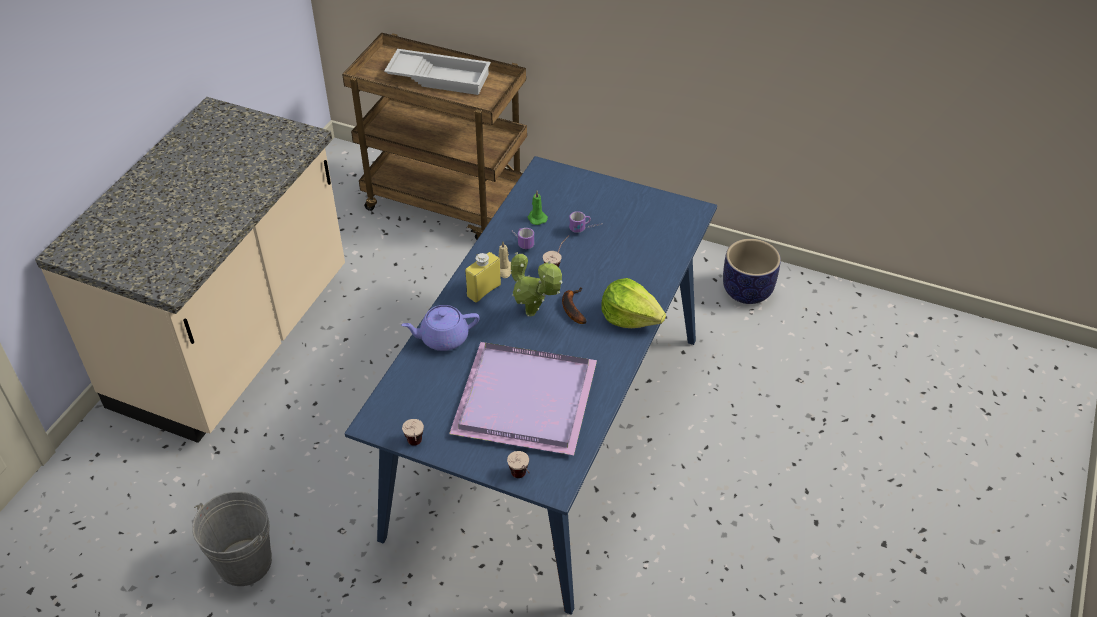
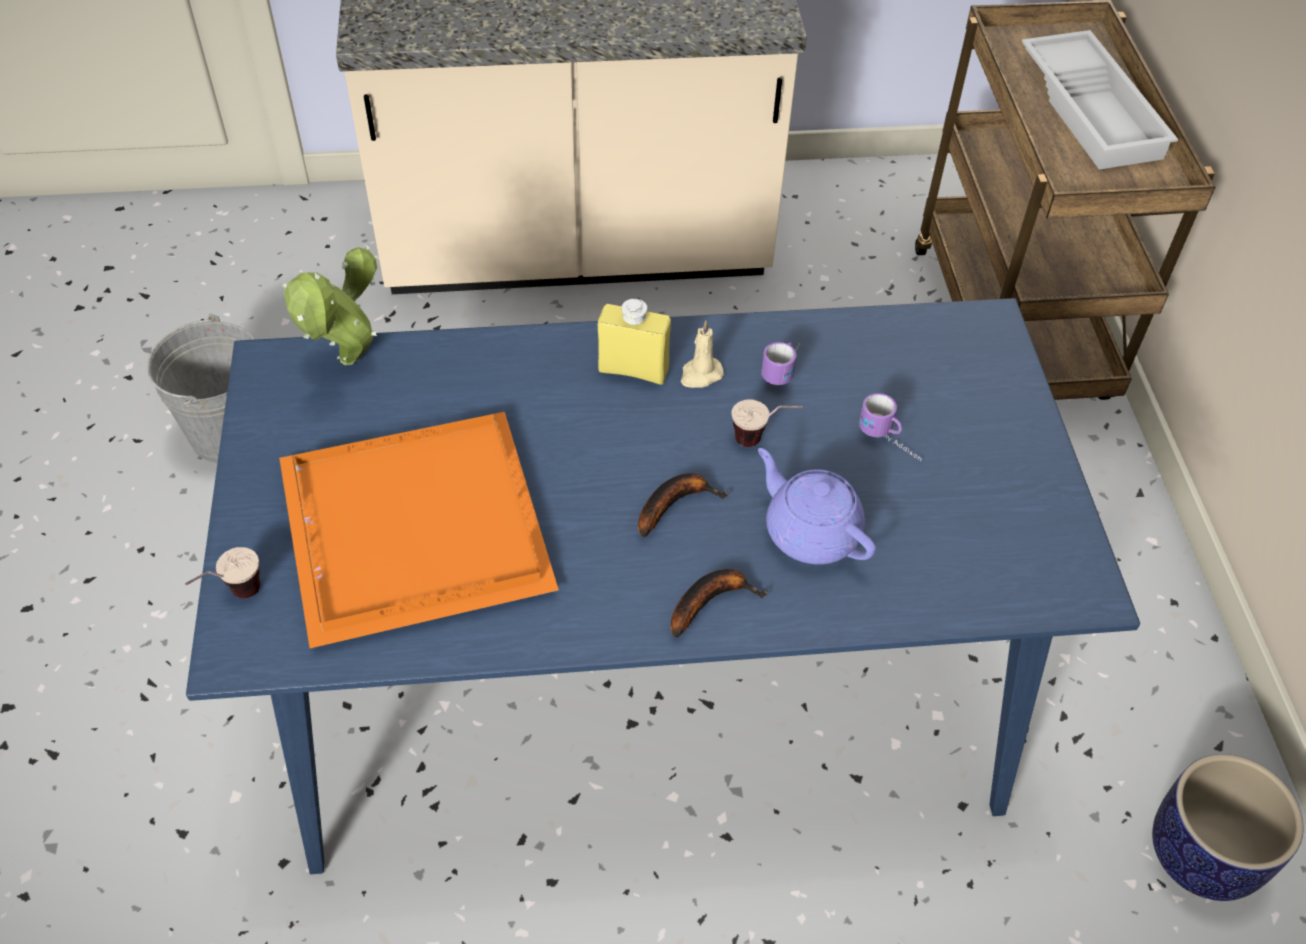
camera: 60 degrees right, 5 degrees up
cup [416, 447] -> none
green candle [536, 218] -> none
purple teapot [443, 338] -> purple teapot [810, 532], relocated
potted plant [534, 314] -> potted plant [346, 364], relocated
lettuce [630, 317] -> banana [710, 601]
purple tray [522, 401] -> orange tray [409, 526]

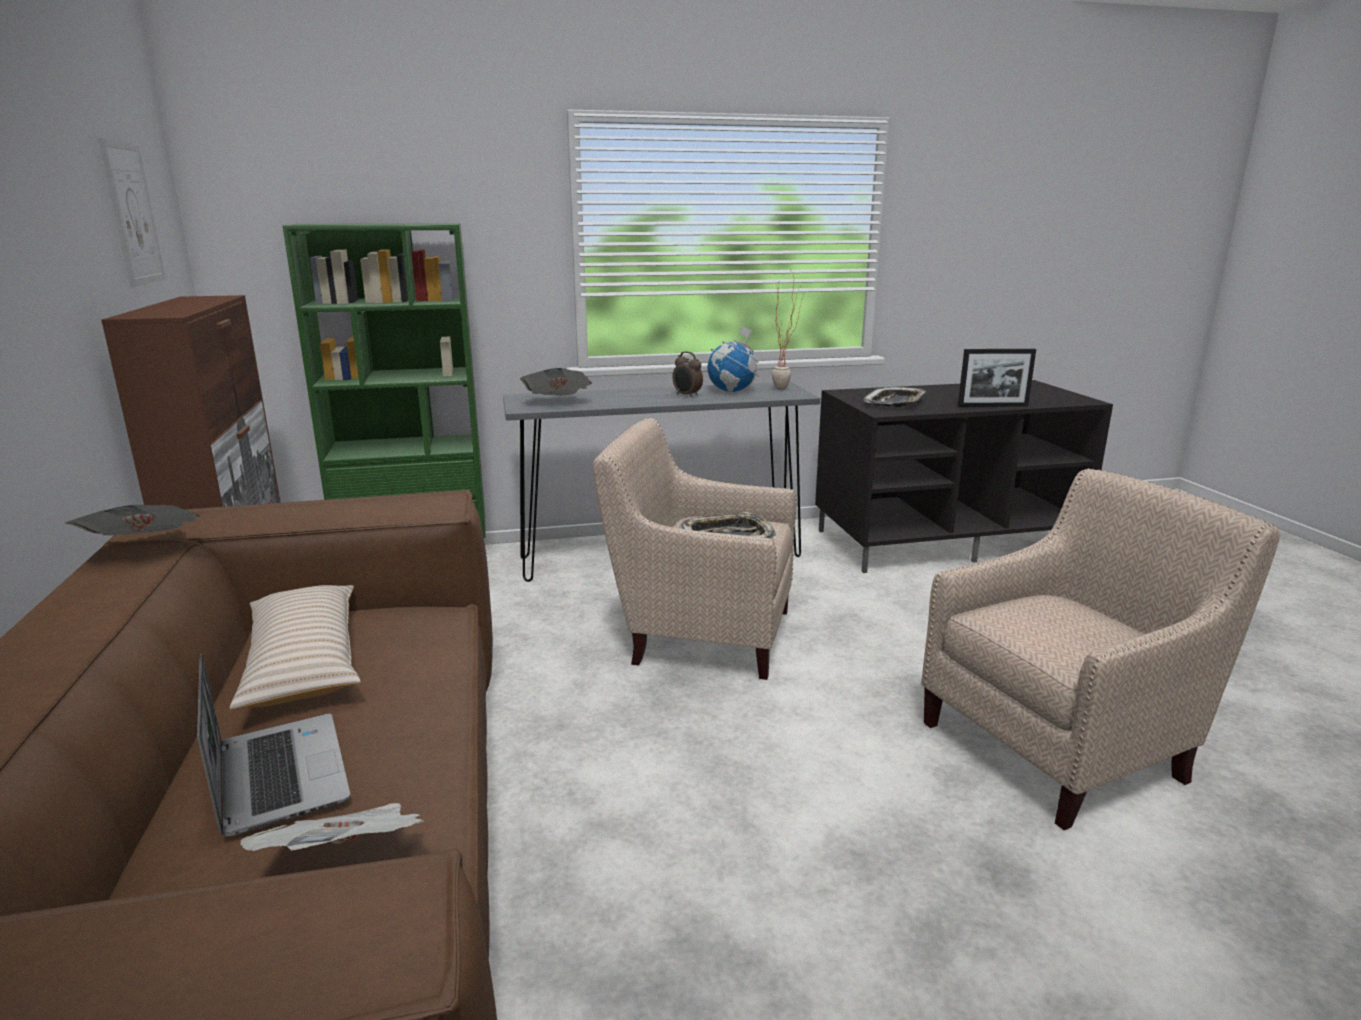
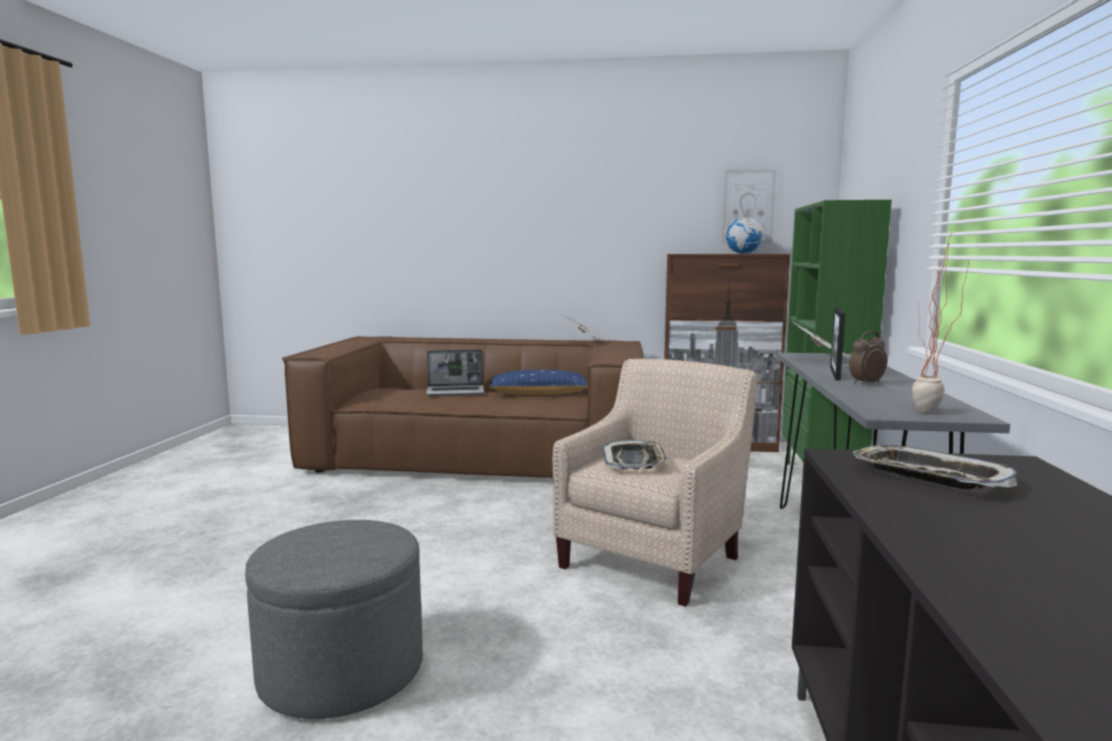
camera: 110 degrees right, 10 degrees down
newspaper [348, 861] -> none
globe [732, 391] -> globe [743, 253], relocated
picture frame [992, 406] -> picture frame [835, 373], relocated
beige armchair [1062, 746] -> grey ottoman [341, 671]
beige pillow [304, 662] -> blue pillow [539, 393]

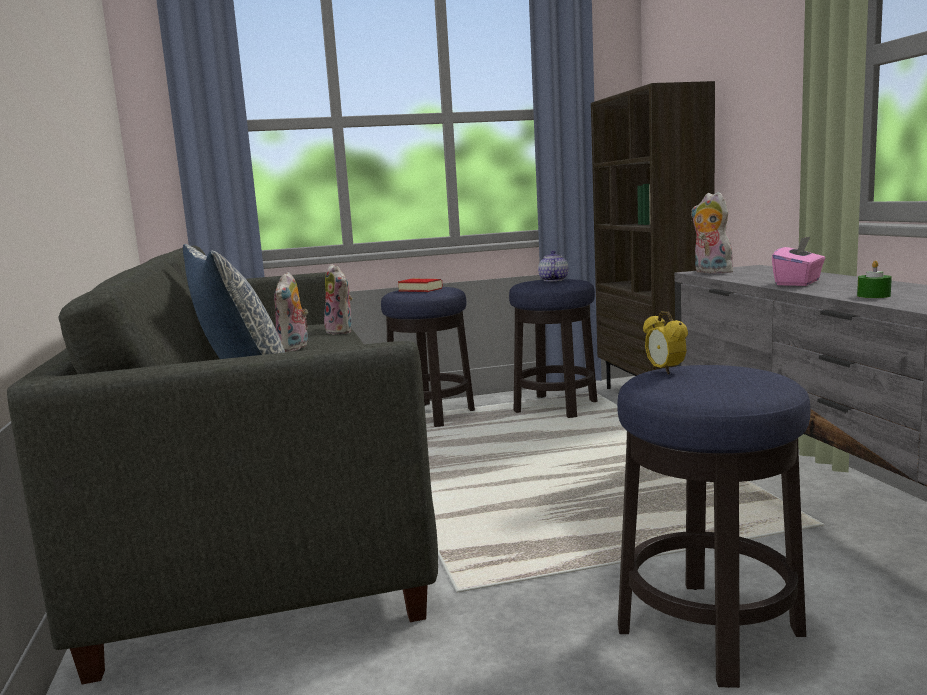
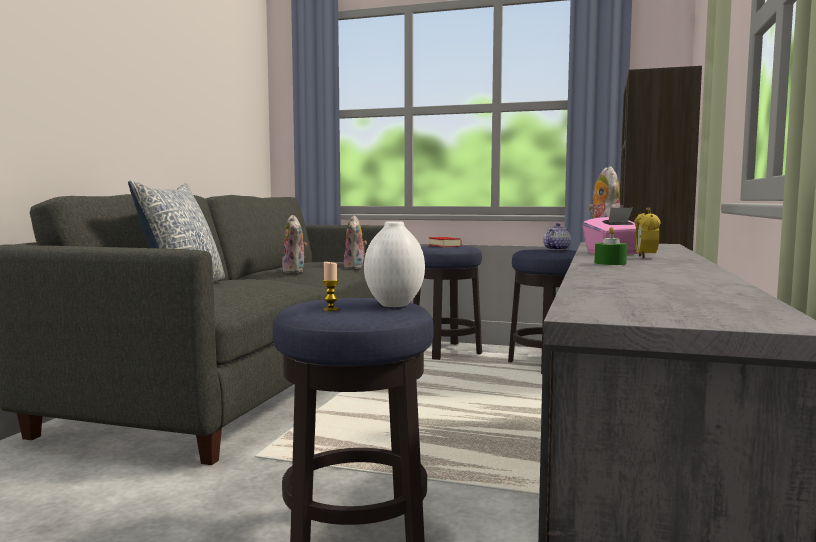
camera: 30 degrees right, 5 degrees down
none -> candle [331, 309]
none -> white vase [394, 305]
alarm clock [665, 371] -> alarm clock [645, 257], relocated
plush toy [294, 348] -> plush toy [295, 271], 60 degrees counterclockwise

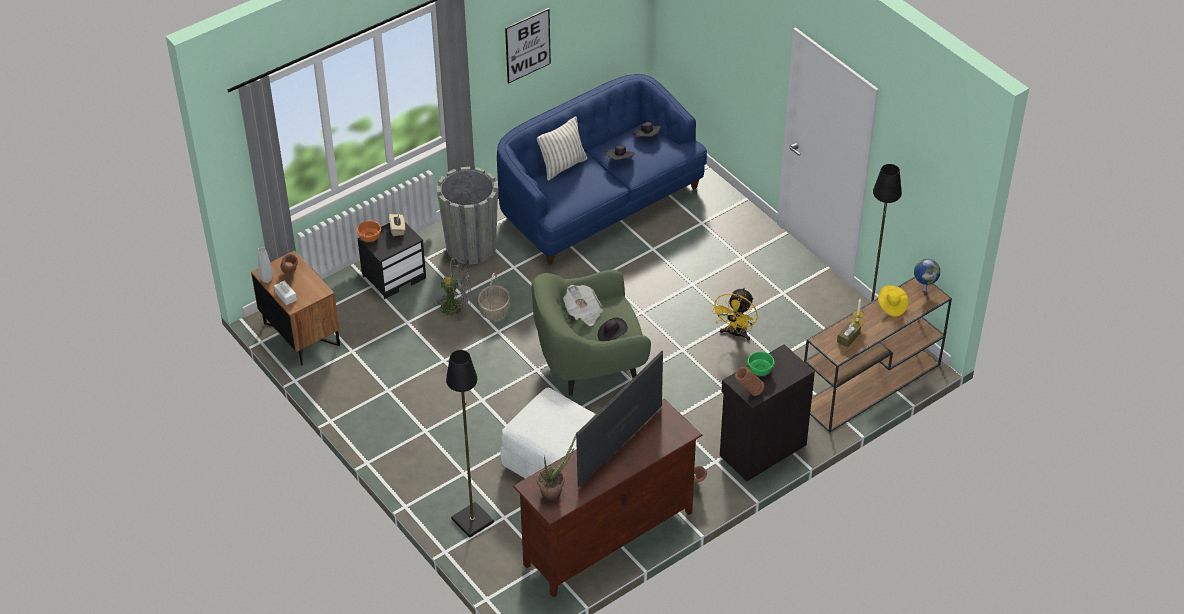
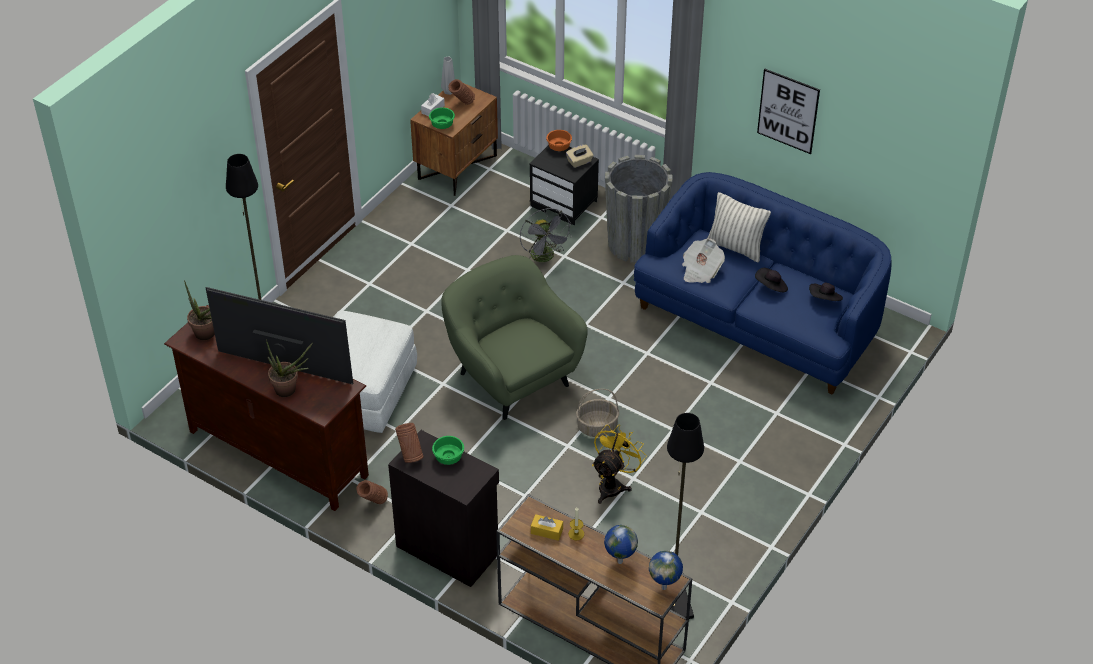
camera: 70 degrees right, 0 degrees up
black hat [611, 335] -> none
none -> potted plant [290, 390]
none -> green bowl [443, 124]
basket [494, 311] -> basket [597, 427], relocated
newspaper [583, 312] -> newspaper [700, 270], relocated
yellow hat [891, 306] -> globe [619, 561]
brown tissue box [848, 338] -> yellow tissue box [547, 531]
yellow fan [735, 334] -> yellow fan [613, 484], 120 degrees clockwise

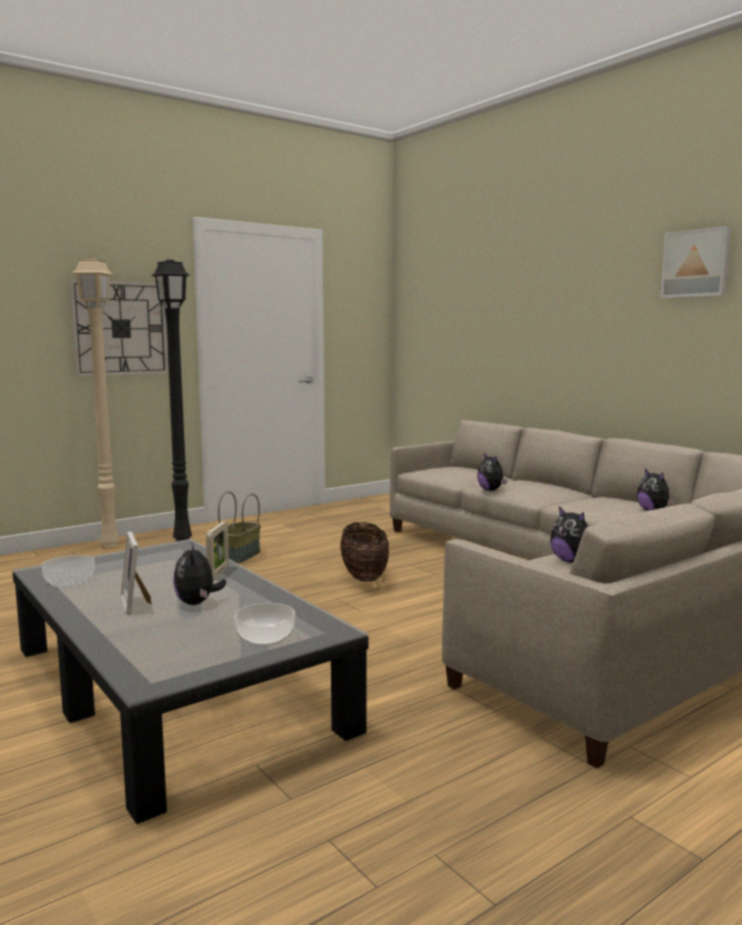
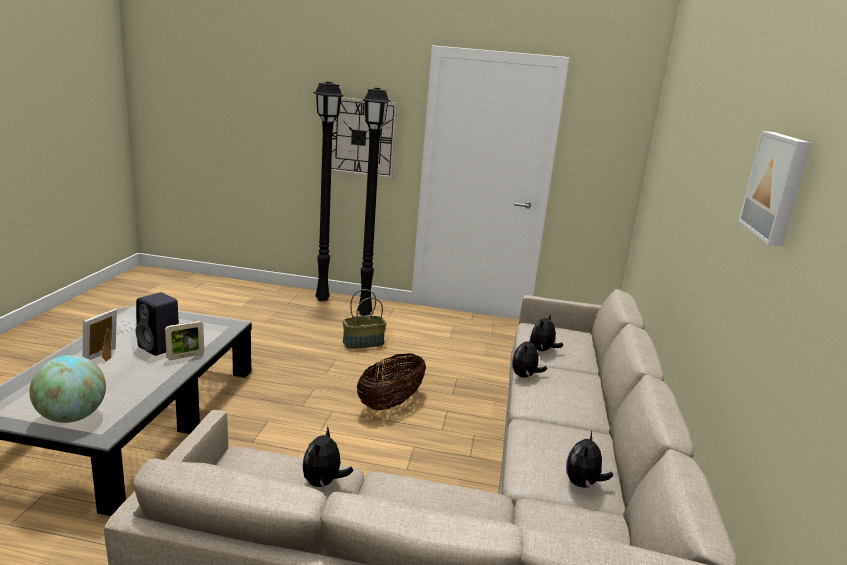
camera: 45 degrees right, 10 degrees up
none -> black speaker [160, 347]
plush toy [197, 603] -> plush toy [542, 350], relocated
bowl [266, 637] -> globe [72, 417]
beige floor lamp [110, 545] -> black floor lamp [322, 299]

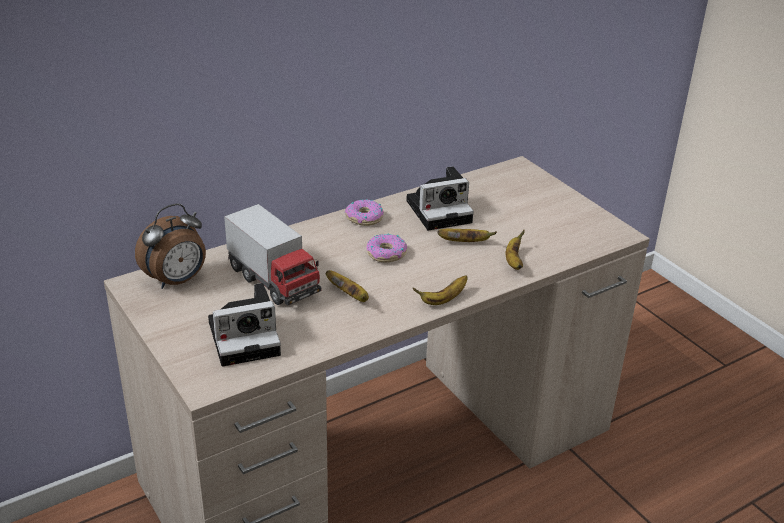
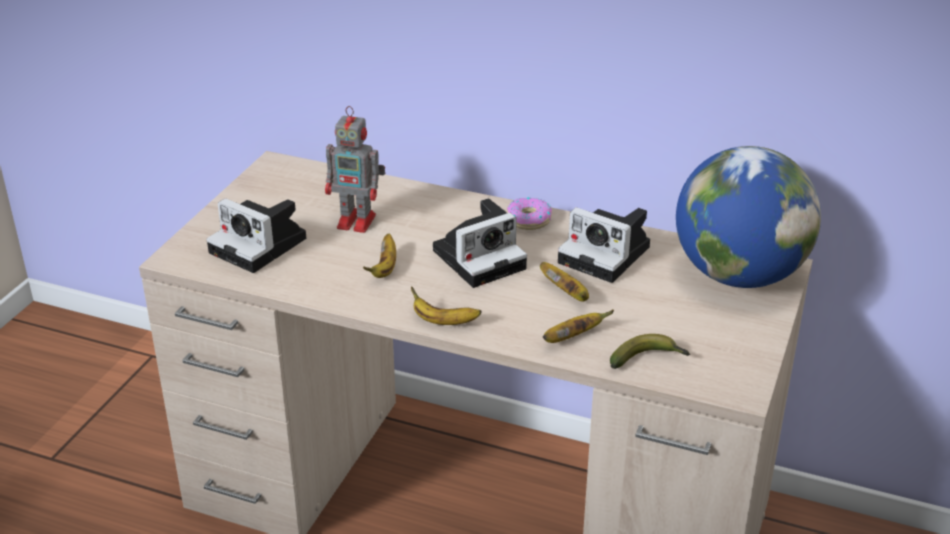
camera: 55 degrees right, 0 degrees up
alarm clock [177, 281] -> none
none -> banana [648, 359]
none -> globe [738, 275]
toy truck [273, 281] -> toy robot [358, 222]
donut [386, 254] -> photo camera [481, 258]

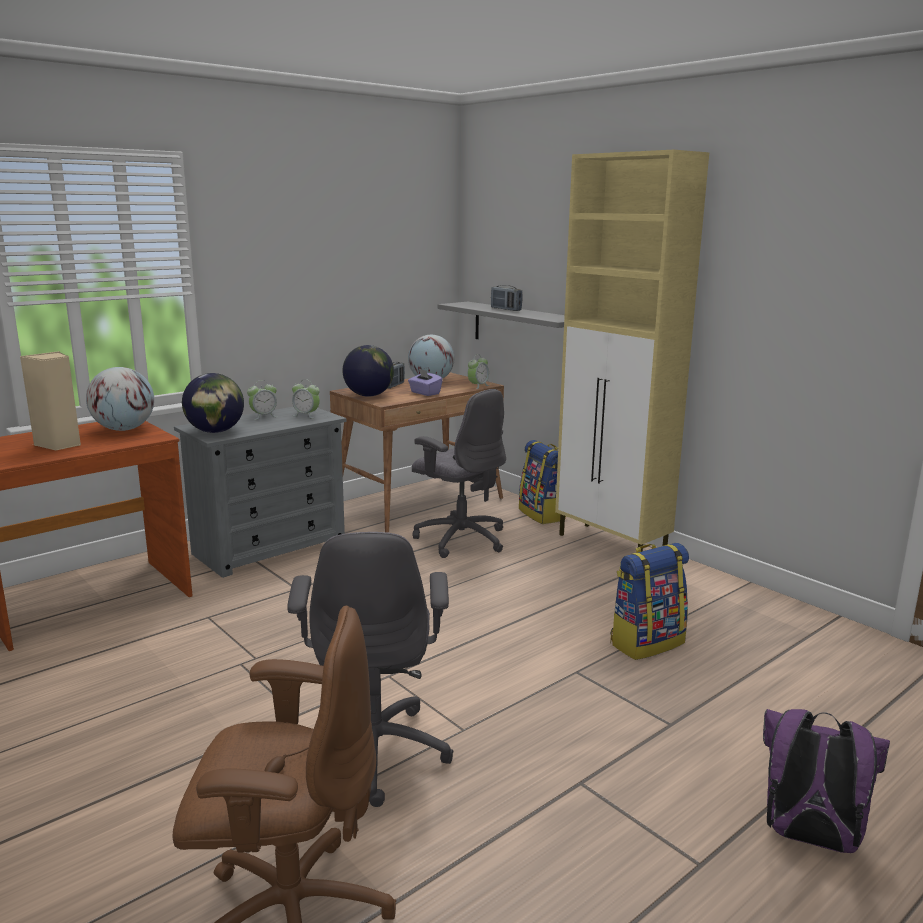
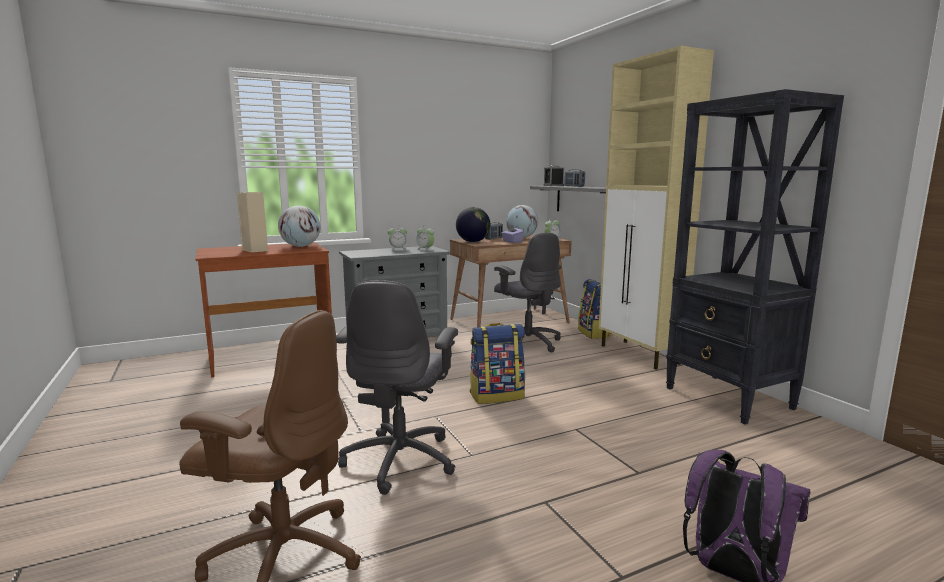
camera: 15 degrees right, 5 degrees down
globe [215, 431] -> none
none -> alarm clock [553, 185]
none -> black bookcase [729, 398]
backpack [646, 642] -> backpack [497, 395], relocated

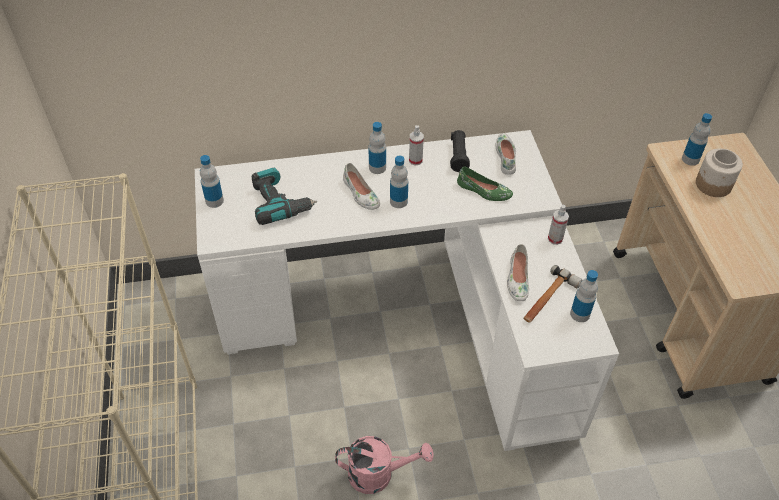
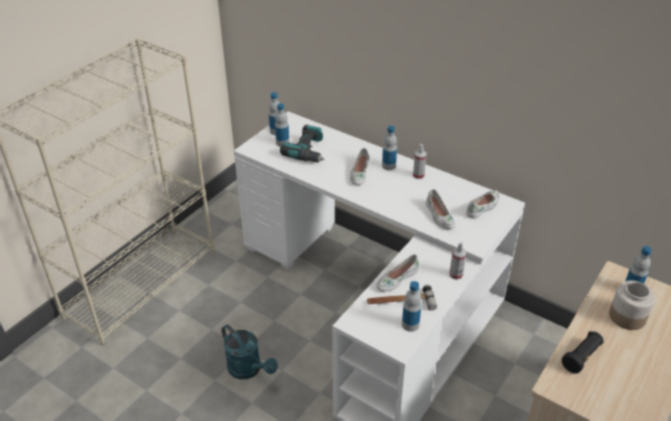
camera: 45 degrees right, 10 degrees down
bottle [398, 201] -> bottle [282, 143], relocated
black flashlight [458, 156] -> black flashlight [581, 357], relocated
pink watering can [379, 474] -> turquoise watering can [248, 369]
green shoe [483, 191] -> white shoe [439, 216]

